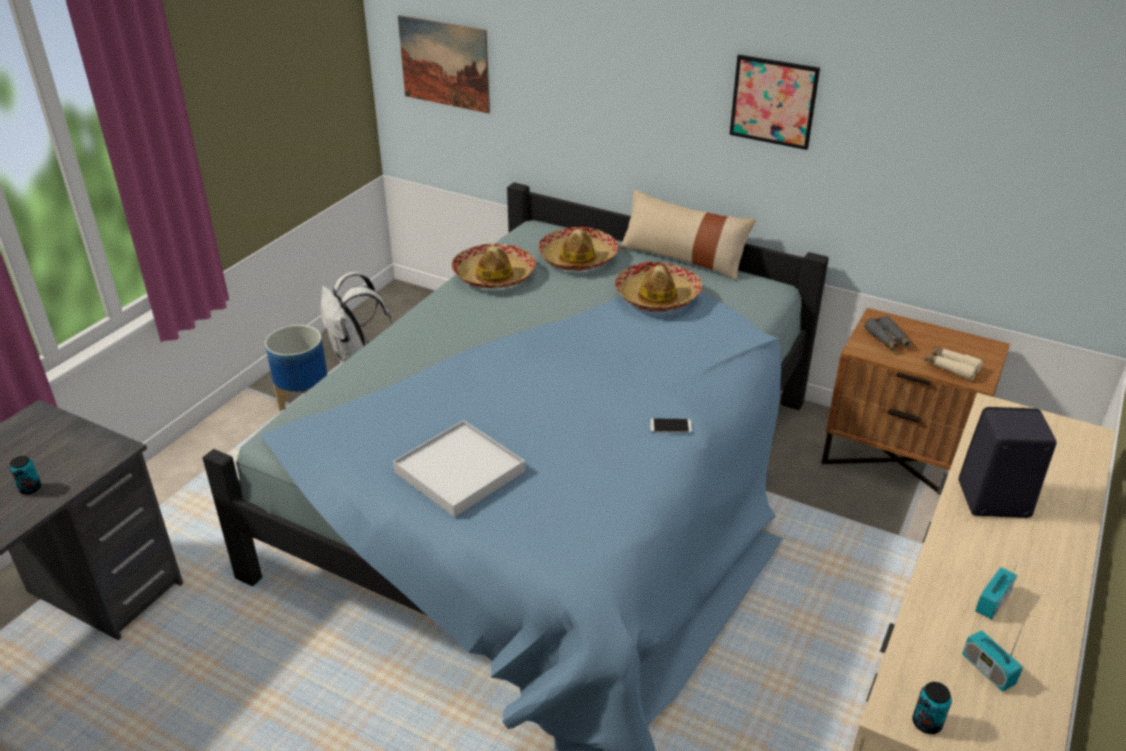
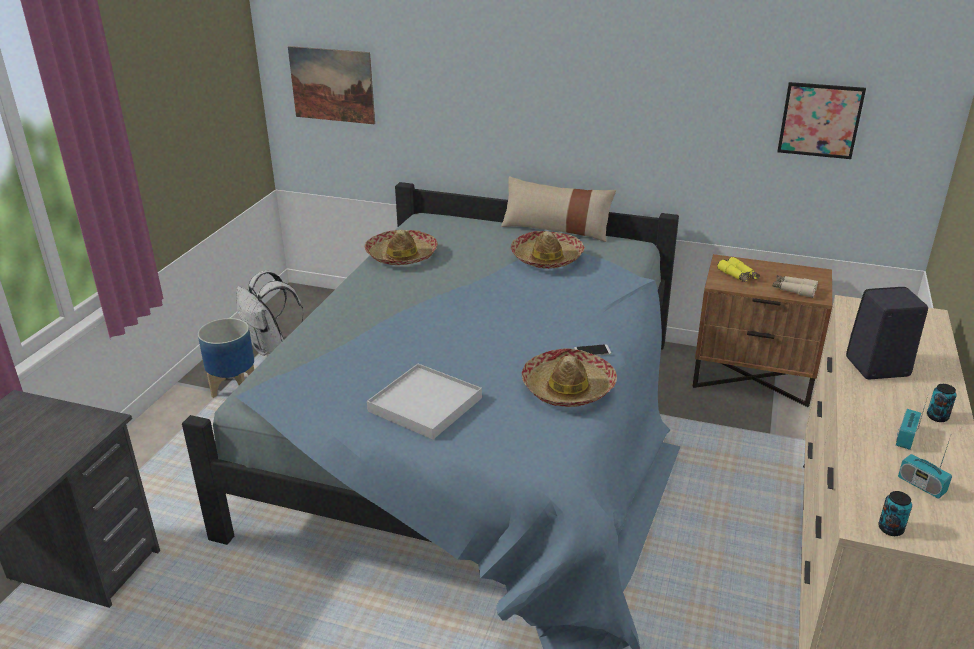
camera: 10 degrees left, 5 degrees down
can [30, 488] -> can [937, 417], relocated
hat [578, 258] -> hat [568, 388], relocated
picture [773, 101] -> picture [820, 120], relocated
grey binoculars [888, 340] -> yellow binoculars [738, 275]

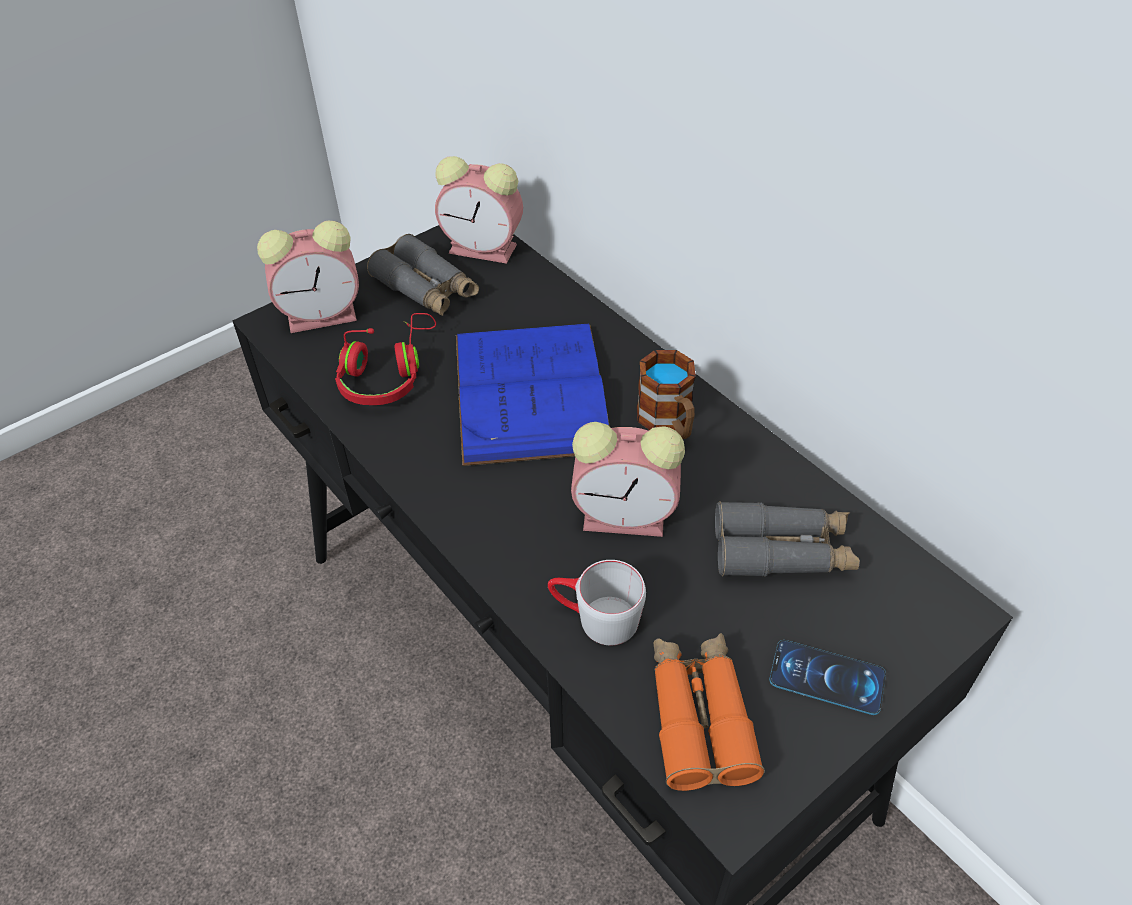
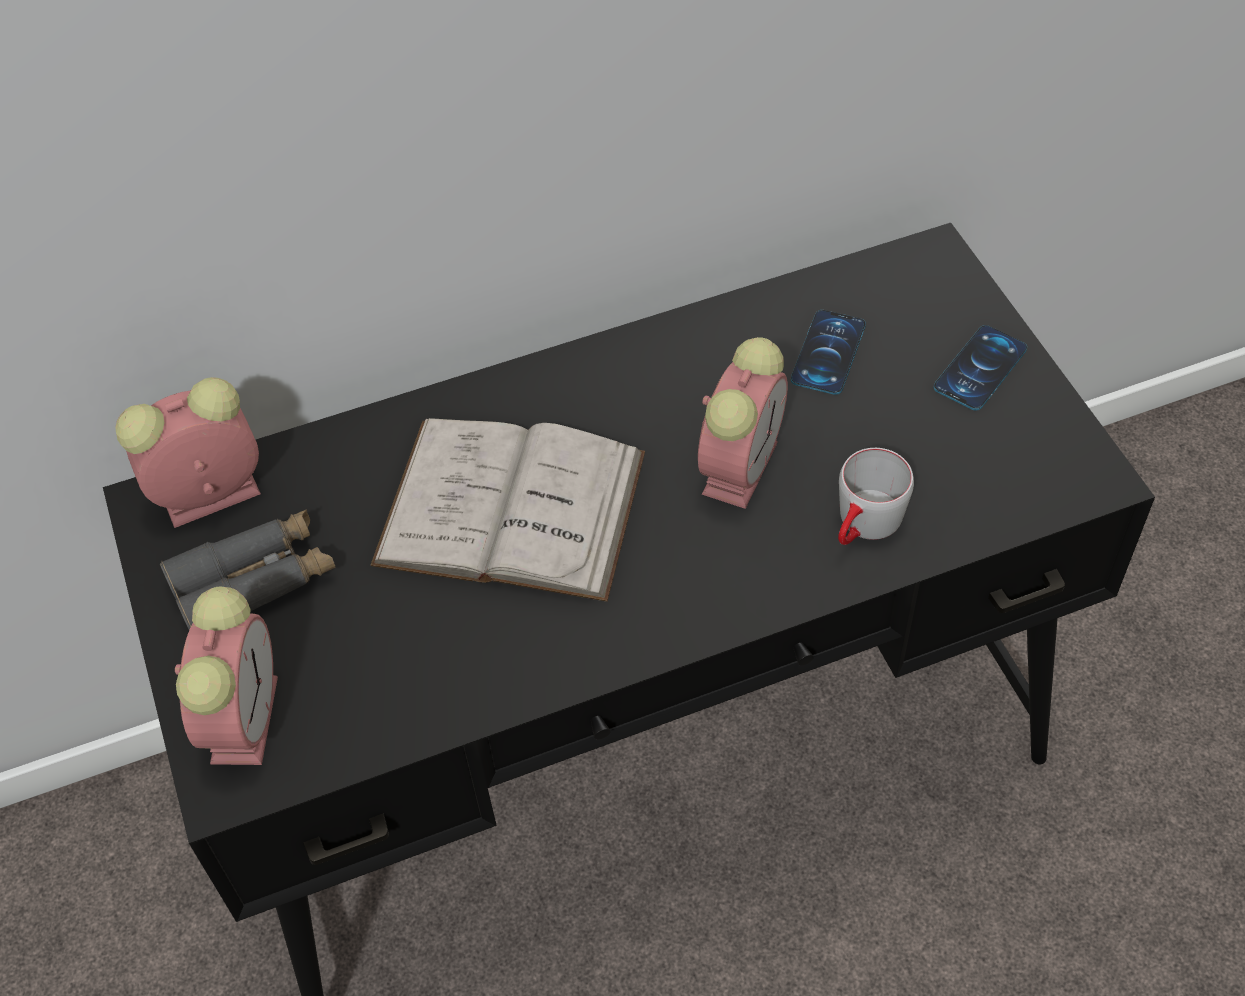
camera: 70 degrees left, 5 degrees up
red headphones [387, 373] -> none
mug [668, 422] -> none
orange binoculars [699, 716] -> none
grey binoculars [782, 551] -> phone [828, 352]
blue book [530, 392] -> white book [511, 508]
alarm clock [485, 249] -> alarm clock [207, 497], 150 degrees counterclockwise

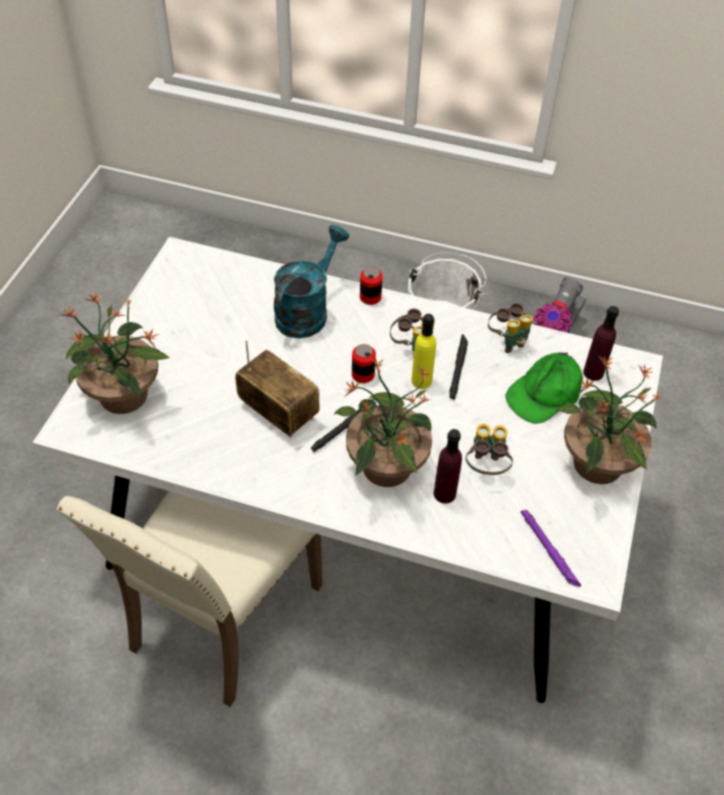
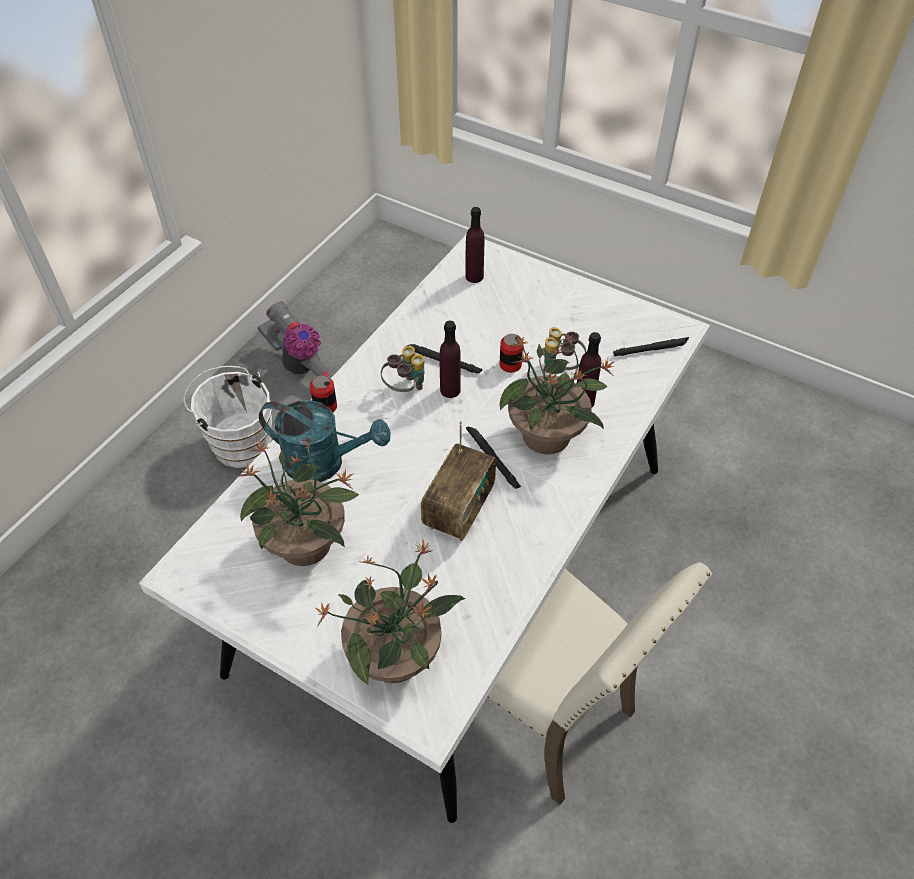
camera: 75 degrees left, 0 degrees up
binoculars [508, 341] -> none
green cap [544, 393] -> none
can [363, 375] -> can [510, 365], relocated
potted plant [596, 465] -> potted plant [306, 545], relocated
yellow bottle [421, 381] -> purple bottle [450, 390]
purple flashlight [548, 550] -> black flashlight [650, 349]
radio [278, 412] -> radio [458, 509], 150 degrees clockwise
turquoise watering can [307, 311] -> turquoise watering can [324, 463], 150 degrees clockwise

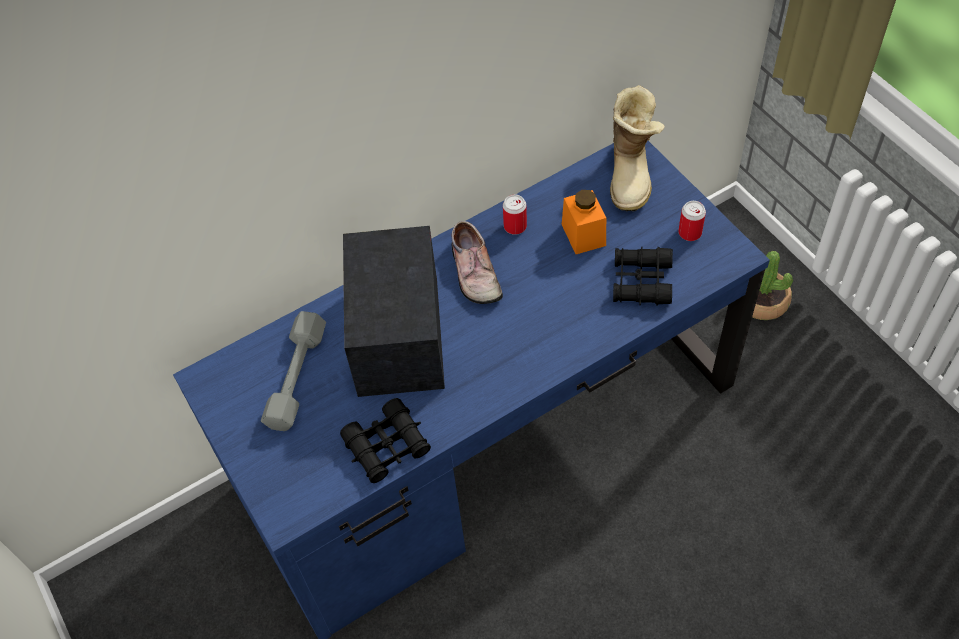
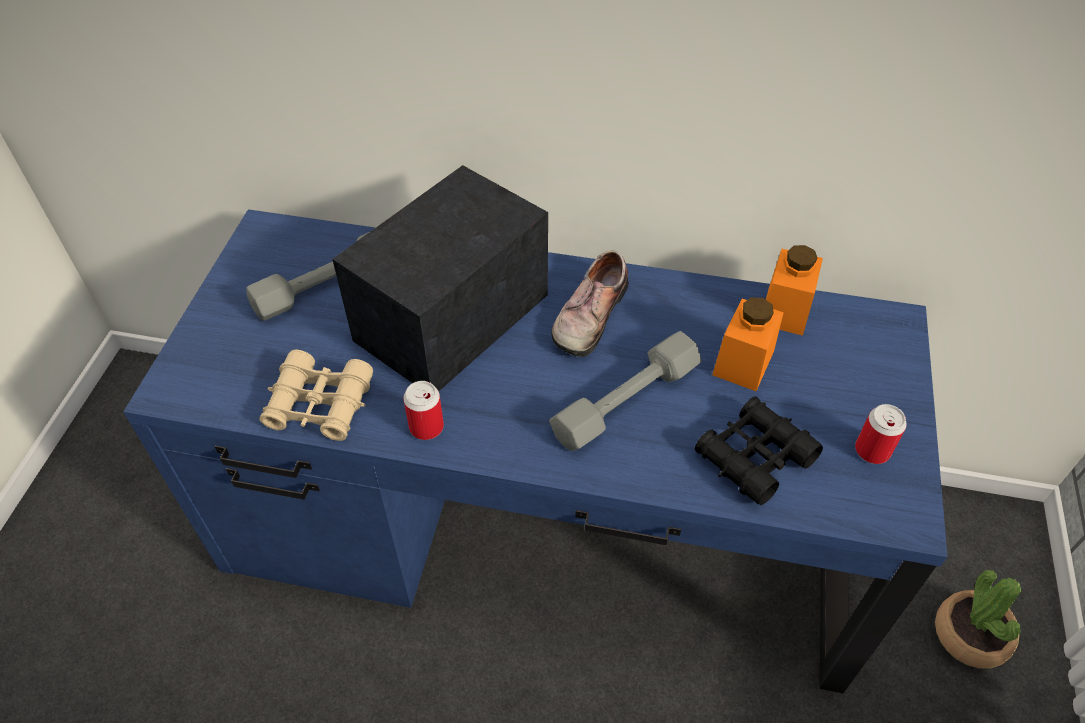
camera: 40 degrees right, 5 degrees down
boot [632, 174] -> none
none -> grey dumbbell [626, 401]
none -> orange jar [785, 310]
can [515, 226] -> can [426, 427], relocated
black binoculars [387, 446] -> beige binoculars [320, 404]

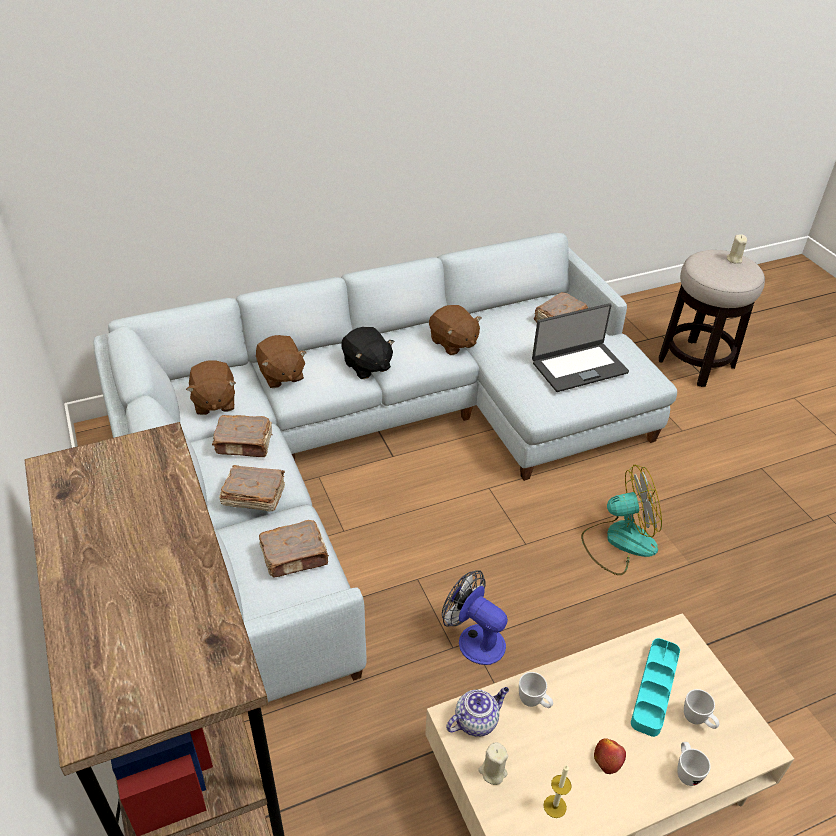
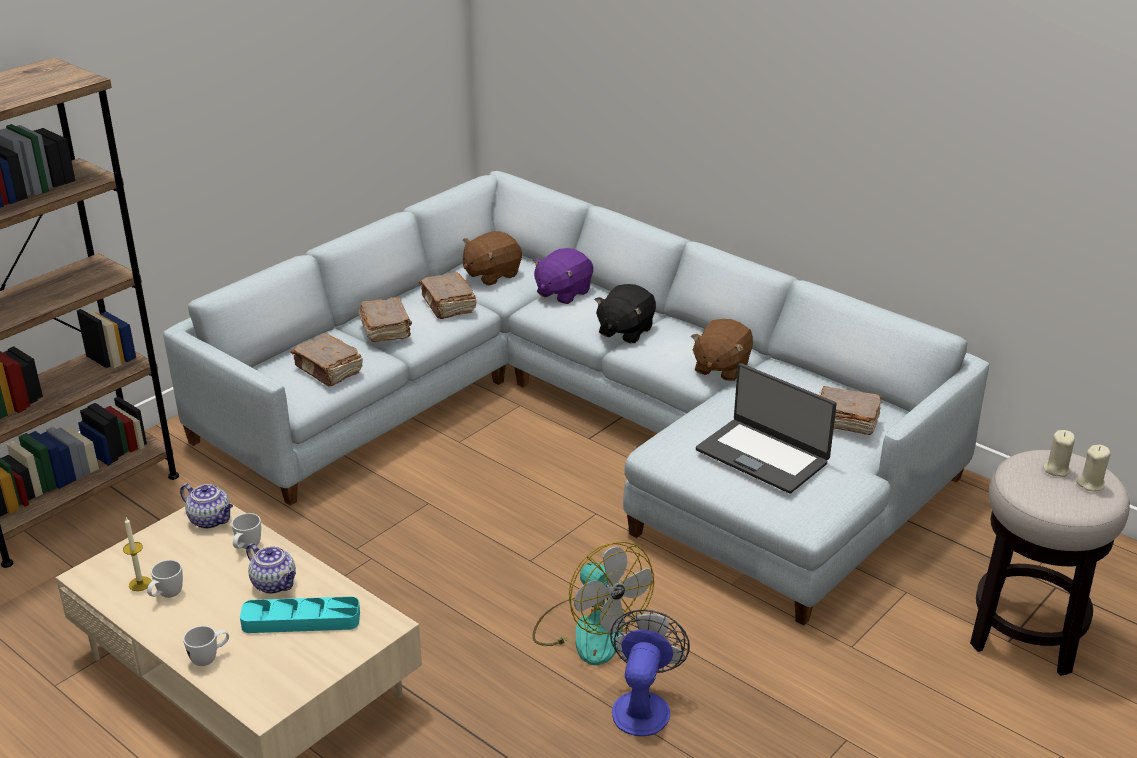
camera: 65 degrees right, 10 degrees down
apple [608, 758] -> none
none -> teapot [275, 584]
fan [474, 639] -> fan [643, 705], relocated
beige candle [492, 772] -> beige candle [1056, 469], relocated
white mug [698, 720] -> white mug [166, 596], relocated
brown plush toy [281, 375] -> purple plush toy [562, 293]

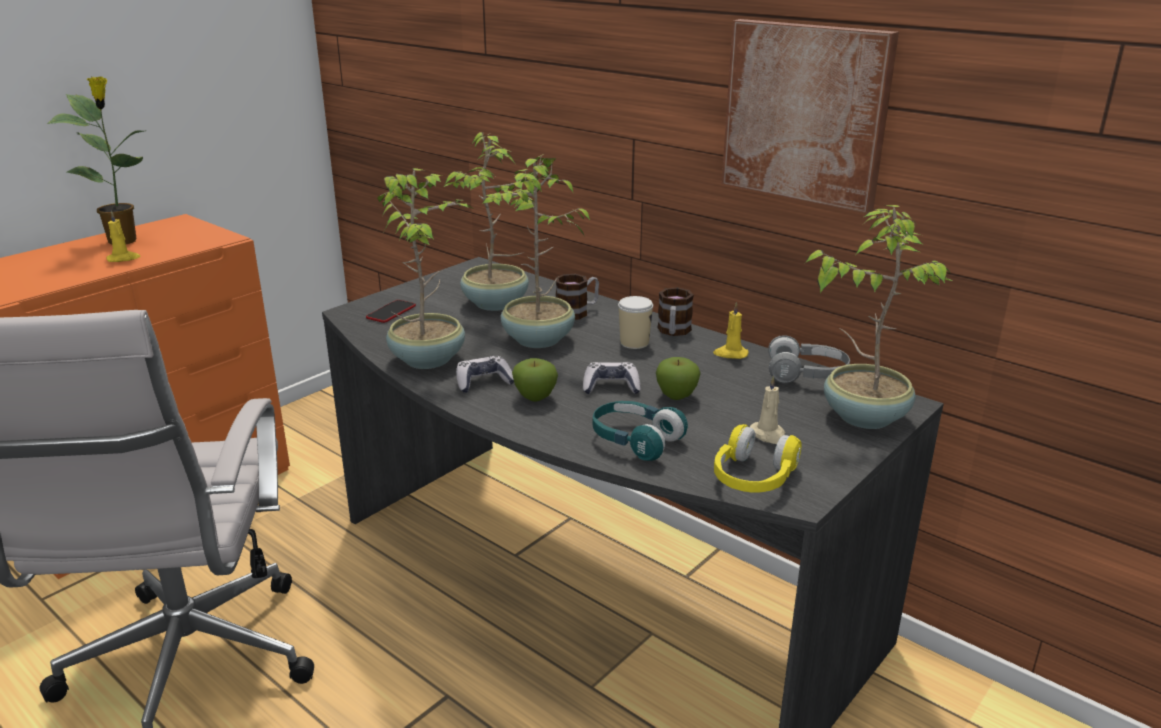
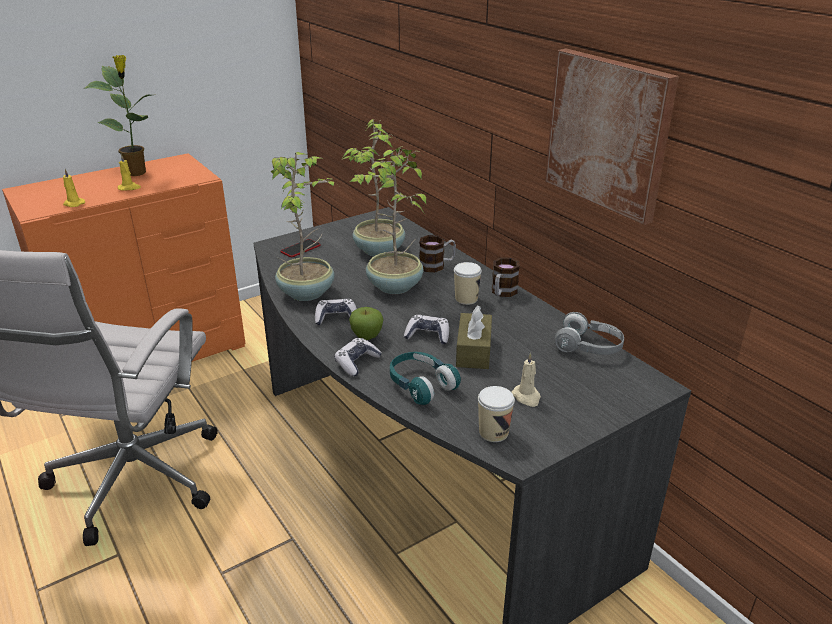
camera: 15 degrees right, 5 degrees up
potted plant [863, 415] -> none
none -> game controller [357, 362]
yellow candle [730, 354] -> yellow candle [73, 204], relocated
apple [676, 396] -> brown tissue box [473, 351]
yellow headphones [753, 478] -> cup [493, 432]

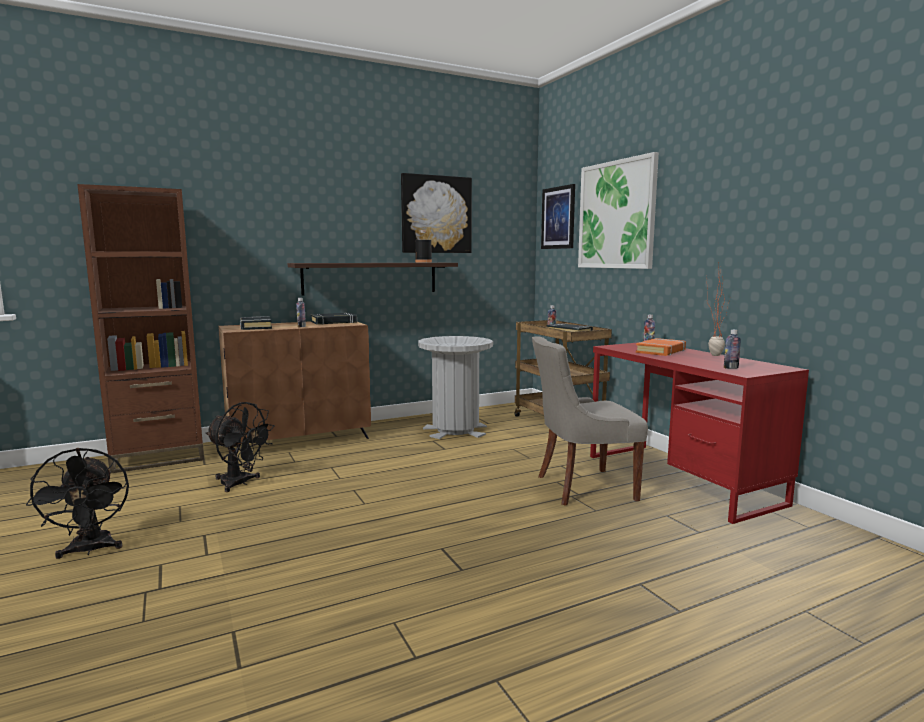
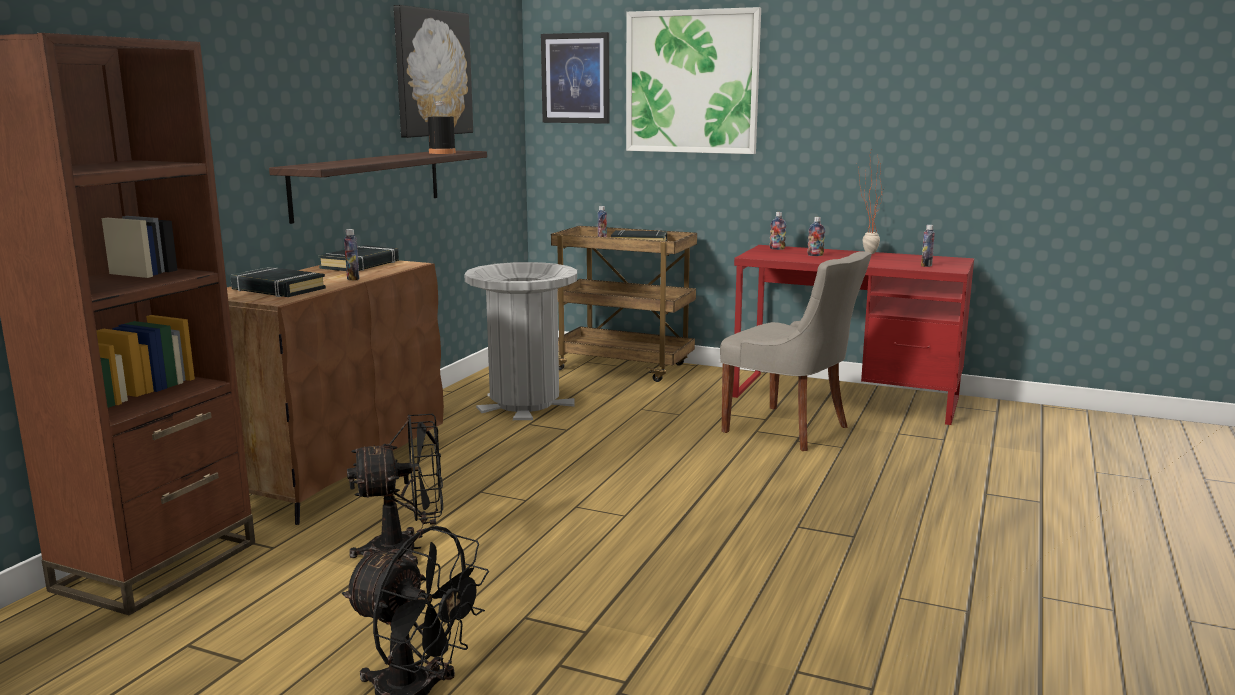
camera: 40 degrees left, 5 degrees up
orange book [661, 351] -> bottle [815, 255]
grey chair [582, 487] -> grey chair [789, 429], 90 degrees counterclockwise

